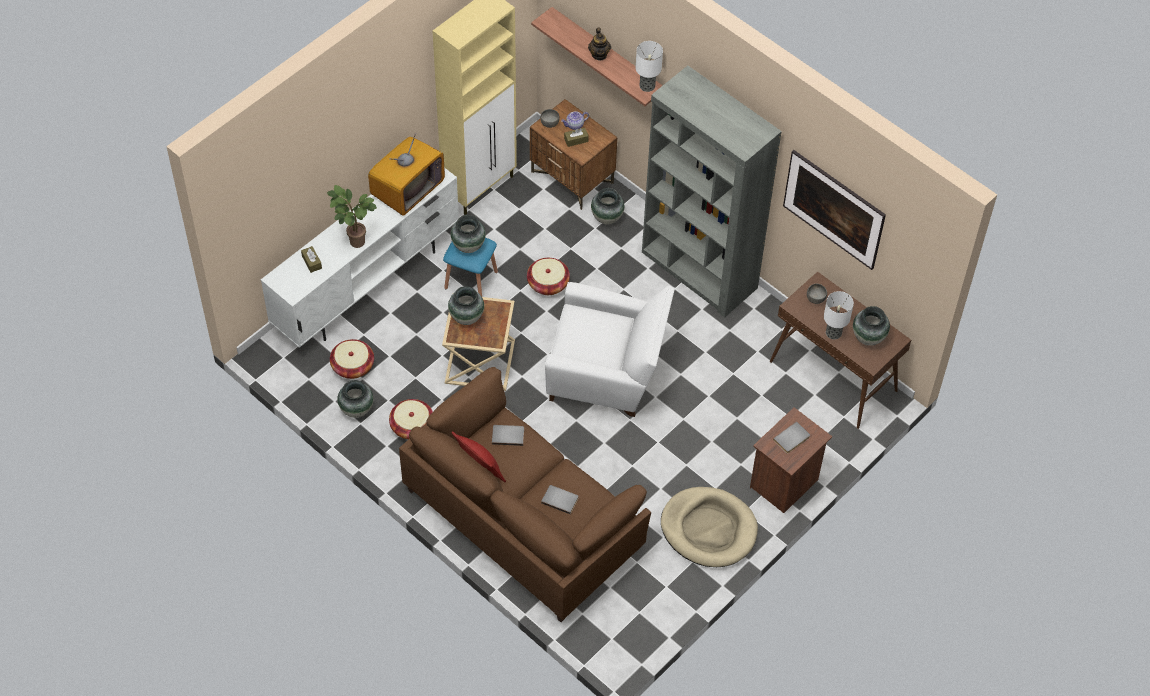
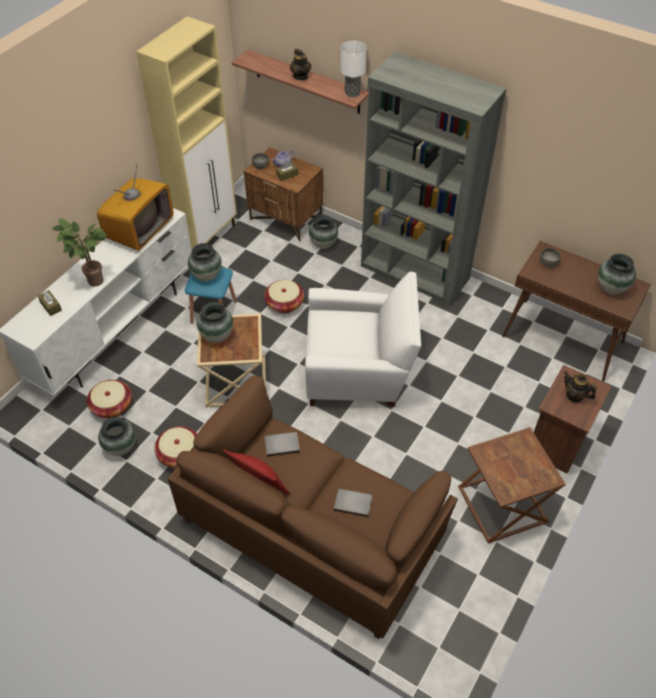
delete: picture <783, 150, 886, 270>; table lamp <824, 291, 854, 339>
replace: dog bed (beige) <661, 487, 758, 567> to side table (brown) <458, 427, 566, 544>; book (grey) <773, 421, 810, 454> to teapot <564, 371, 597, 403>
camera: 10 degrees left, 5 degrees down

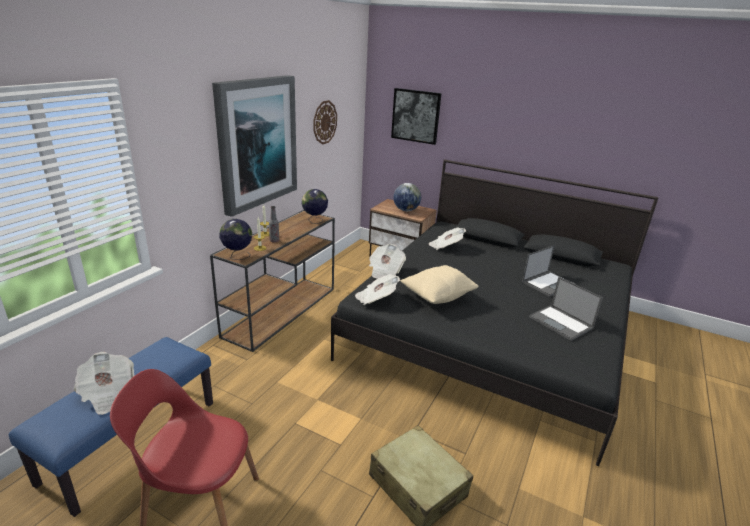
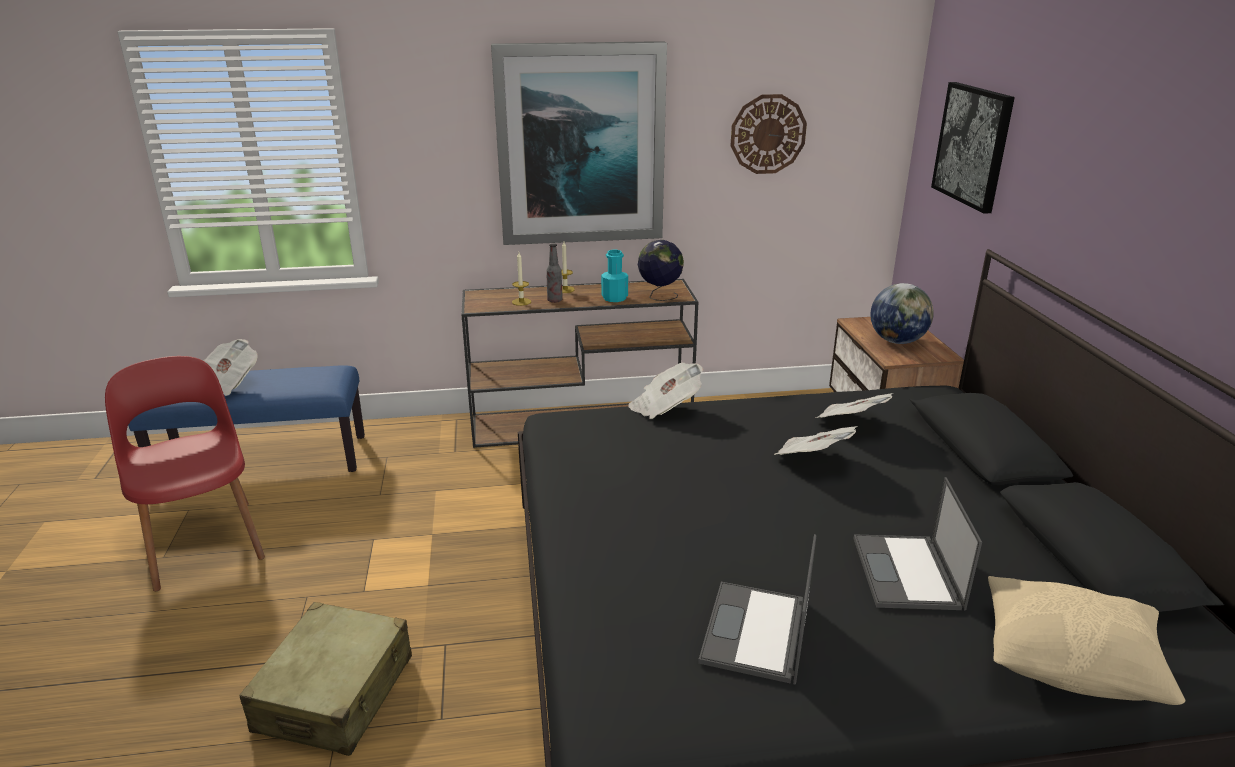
delete: globe <219, 219, 252, 260>
insert: bottle (turquoise) <601, 250, 628, 302>
move: newspaper <355, 274, 400, 305> to <774, 426, 858, 455>; pillow (beige) <400, 265, 479, 304> to <988, 576, 1185, 705>
rotate: laptop <522, 245, 576, 297> = <853, 477, 982, 610> 75 degrees clockwise
camera: 55 degrees right, 0 degrees up

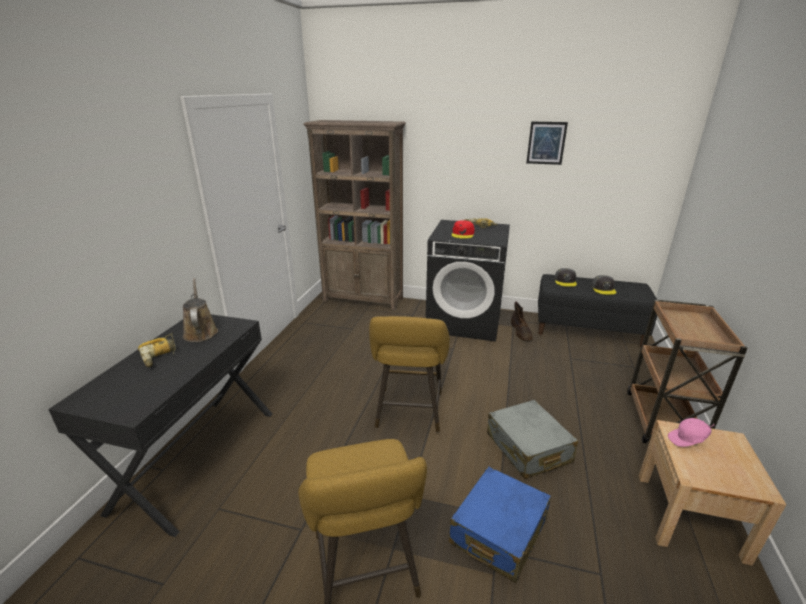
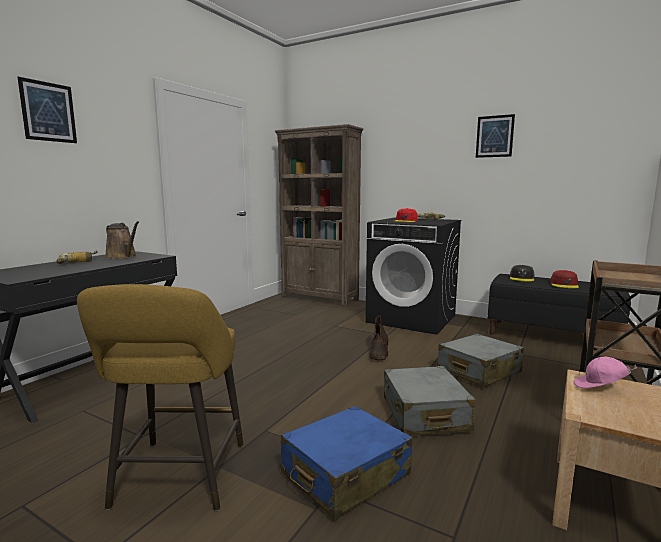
delete: stool (yellow) <369, 316, 450, 433>
insert: picture <17, 77, 77, 143>; suitcase (grey) <437, 334, 524, 387>
move: boot (brown) <511, 301, 533, 341> to <370, 315, 388, 360>
recolor: cap (grey) <591, 275, 616, 295> to cap (red) <550, 270, 579, 288>
rotate: watering can (brown) <183, 278, 218, 342> = <105, 221, 139, 259> 135 degrees clockwise
camera: 15 degrees right, 15 degrees down

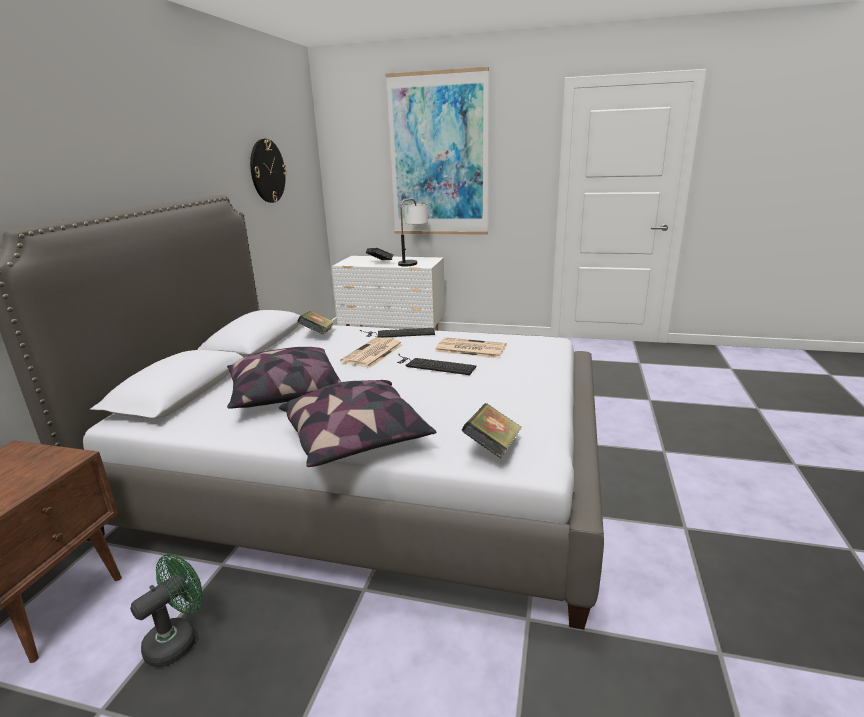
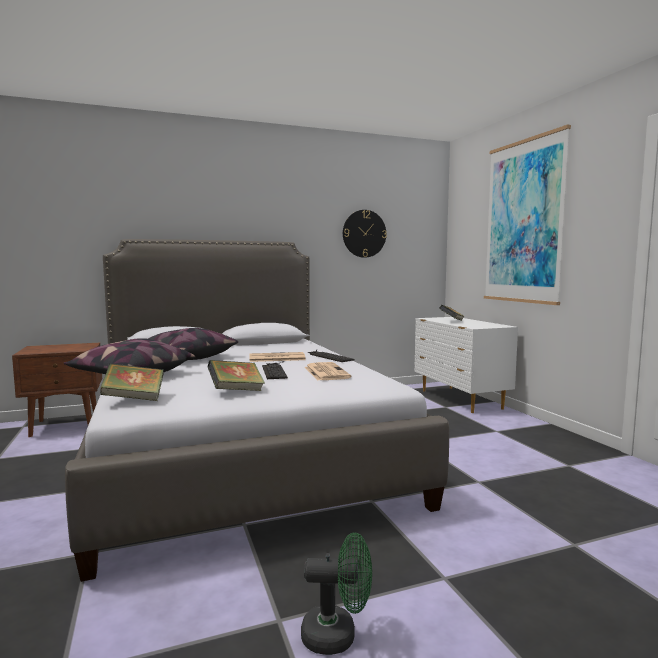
delete: table lamp <398, 199, 428, 266>
move: fan (green) <130, 554, 203, 667> to <301, 532, 372, 655>; book <297, 311, 334, 334> to <207, 360, 265, 391>
camera: 55 degrees right, 15 degrees down

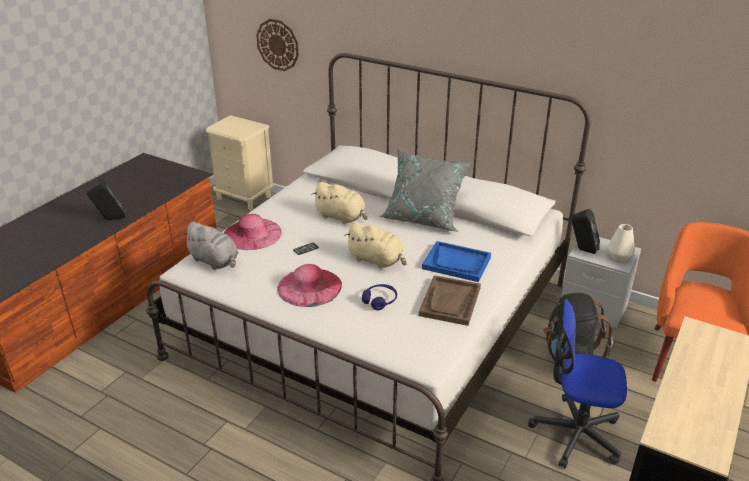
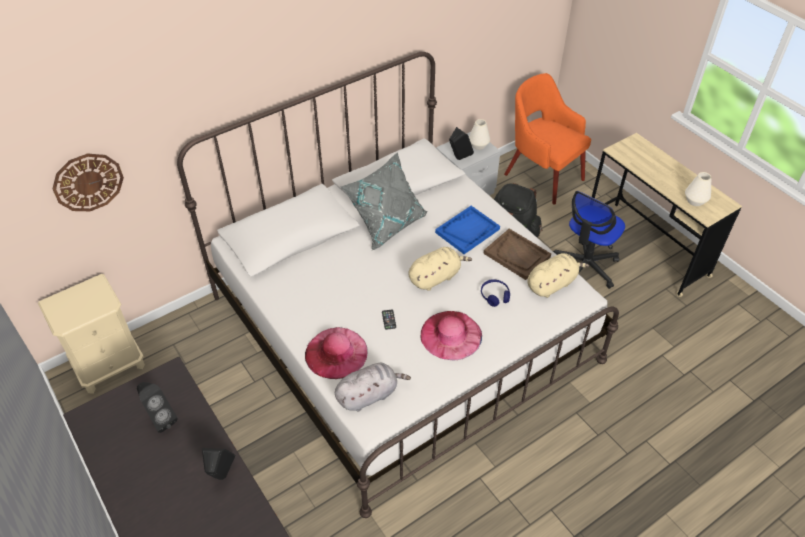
insert: speaker (black) <137, 382, 178, 433>; vase (white) <685, 172, 711, 206>
move: plush toy (beige) <312, 182, 368, 224> to <527, 253, 589, 298>
camera: 65 degrees left, 15 degrees up

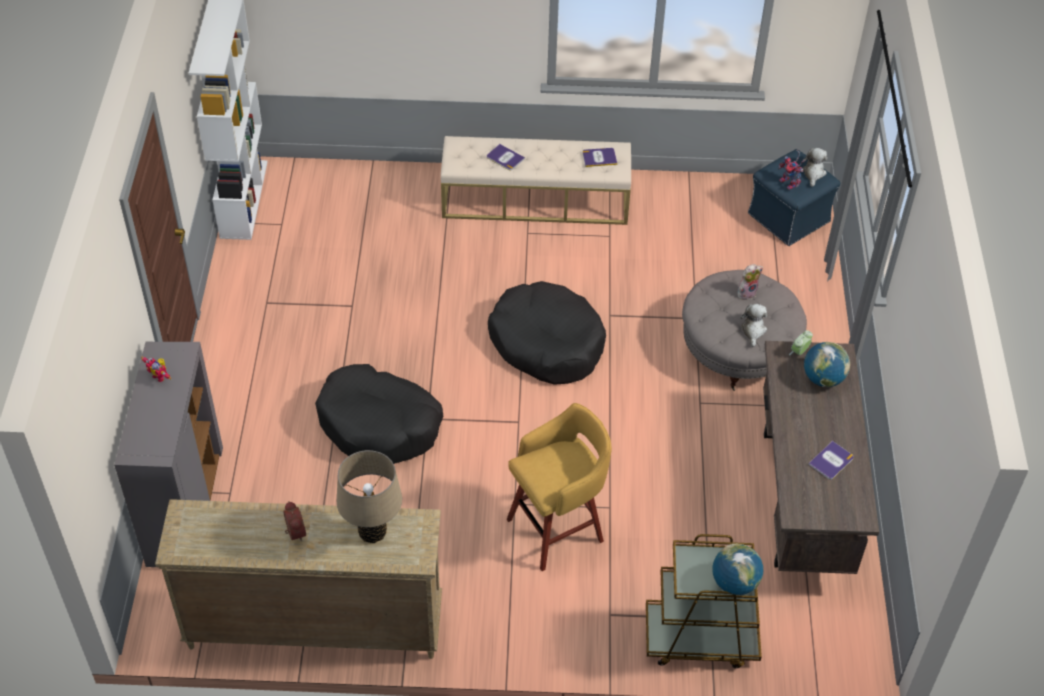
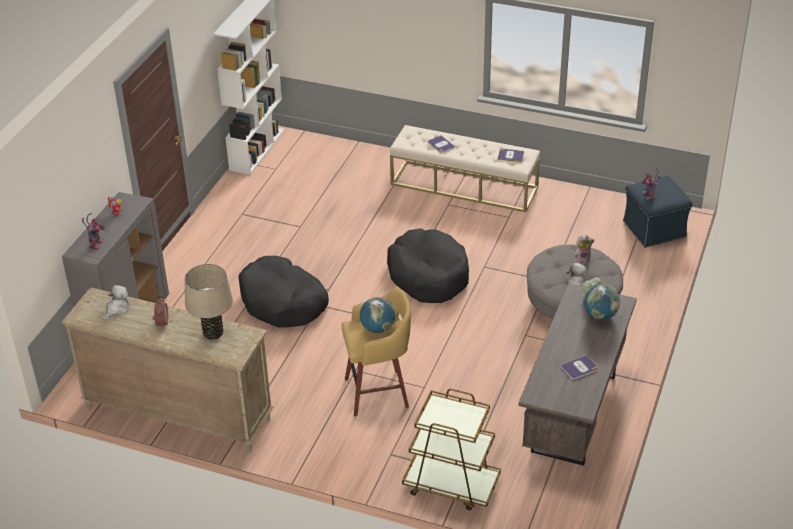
insert: toy robot <82, 213, 105, 250>
move: globe <712, 544, 763, 595> to <360, 297, 395, 333>; plush toy <802, 148, 827, 187> to <102, 285, 129, 320>
camera: 20 degrees right, 10 degrees down

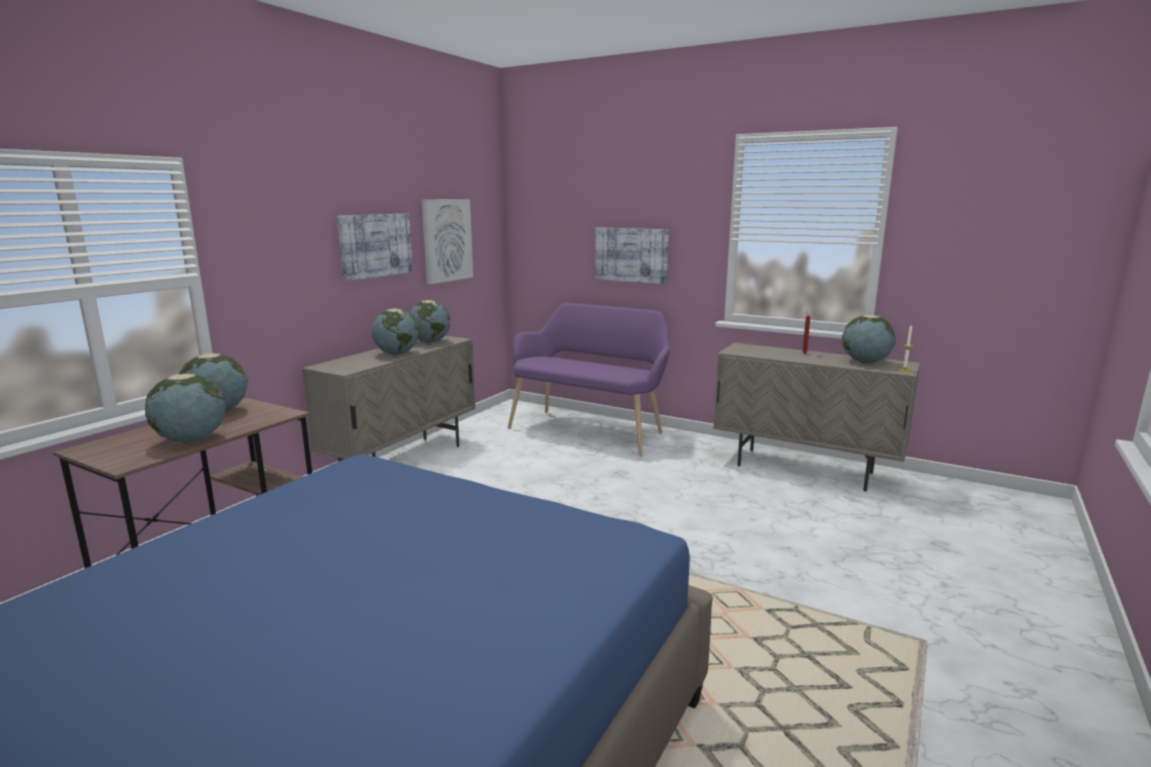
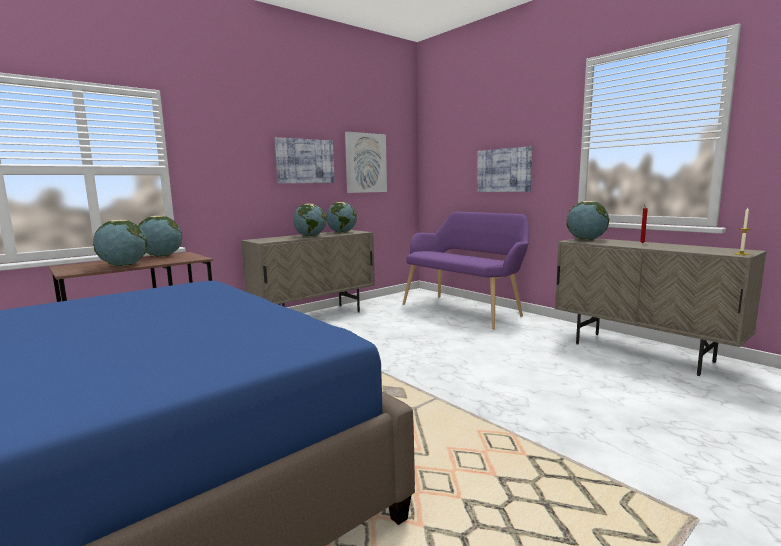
move: globe <842, 315, 895, 363> to <566, 201, 609, 240>
camera: 20 degrees right, 5 degrees down

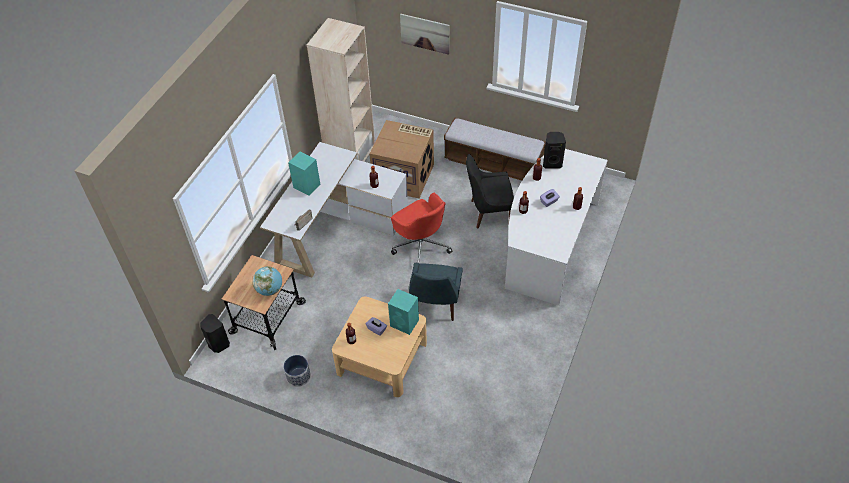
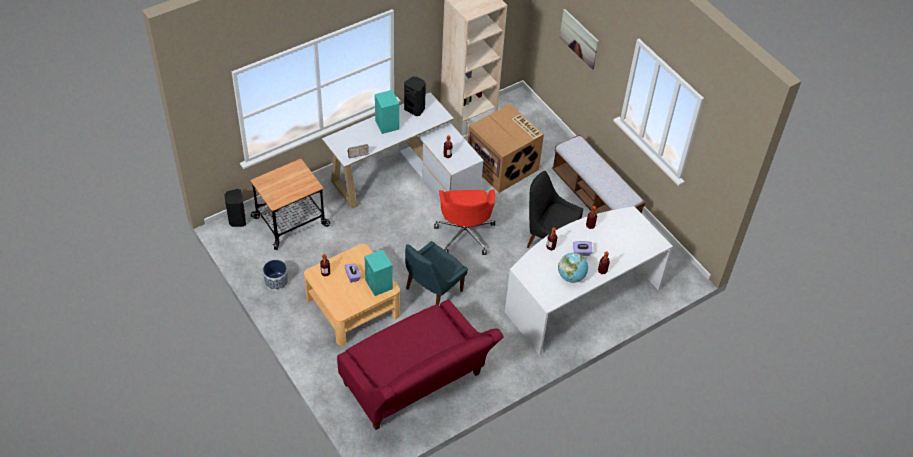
insert: sofa (red) <337, 300, 504, 430>
move: globe <252, 266, 282, 296> to <558, 253, 588, 283>; speaker (black) <543, 132, 566, 169> to <404, 77, 426, 116>
camera: 30 degrees right, 0 degrees up

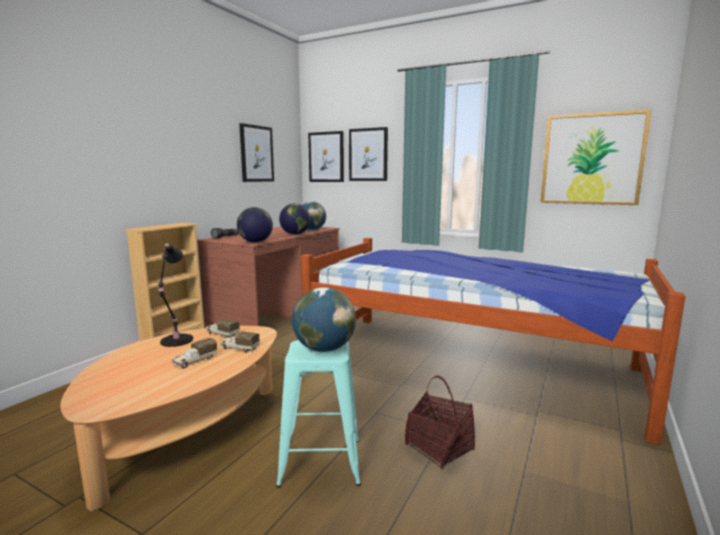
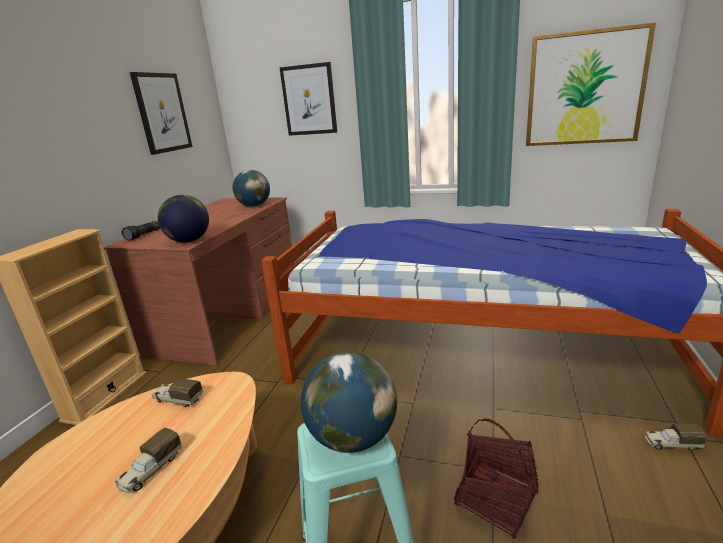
delete: table lamp (black) <158, 243, 193, 347>; globe <279, 203, 311, 235>; picture <308, 131, 344, 182>
move: toy truck <220, 332, 260, 352> to <644, 424, 707, 451>
camera: 10 degrees left, 10 degrees up

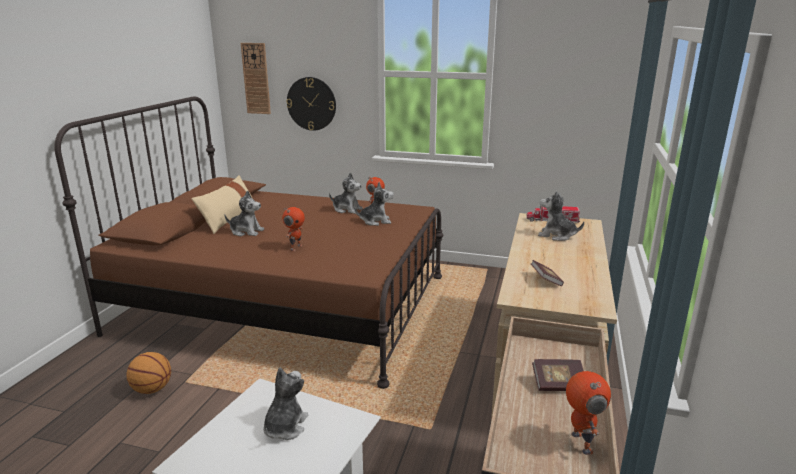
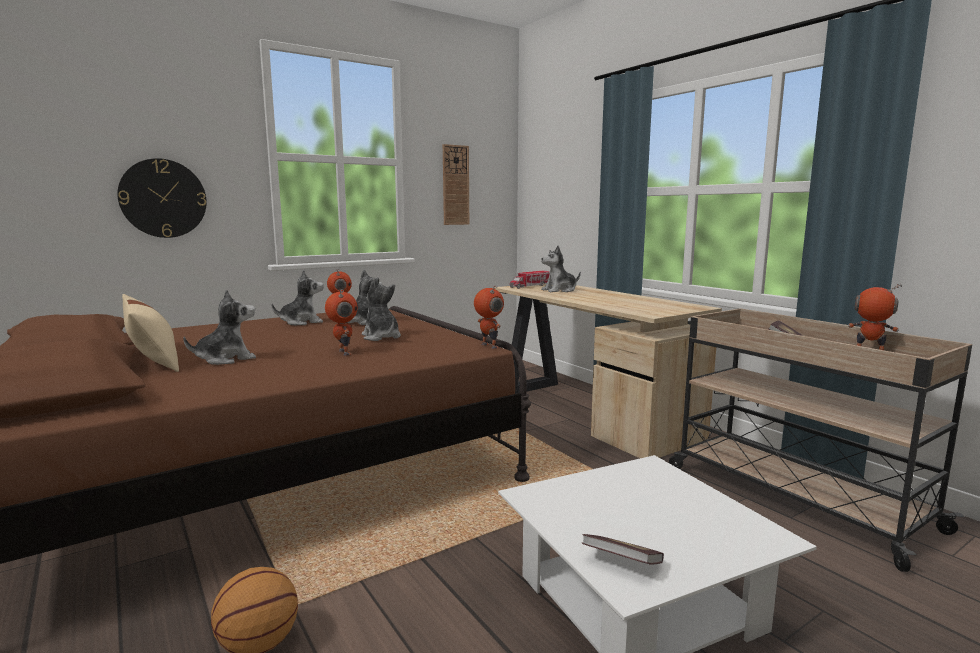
insert: toy robot <474, 285, 504, 349>
move: wall clock <241, 43, 271, 114> to <443, 144, 469, 225>; plush toy <263, 368, 308, 440> to <362, 278, 401, 341>; book <531, 260, 564, 286> to <582, 534, 664, 564>
camera: 50 degrees left, 10 degrees down

